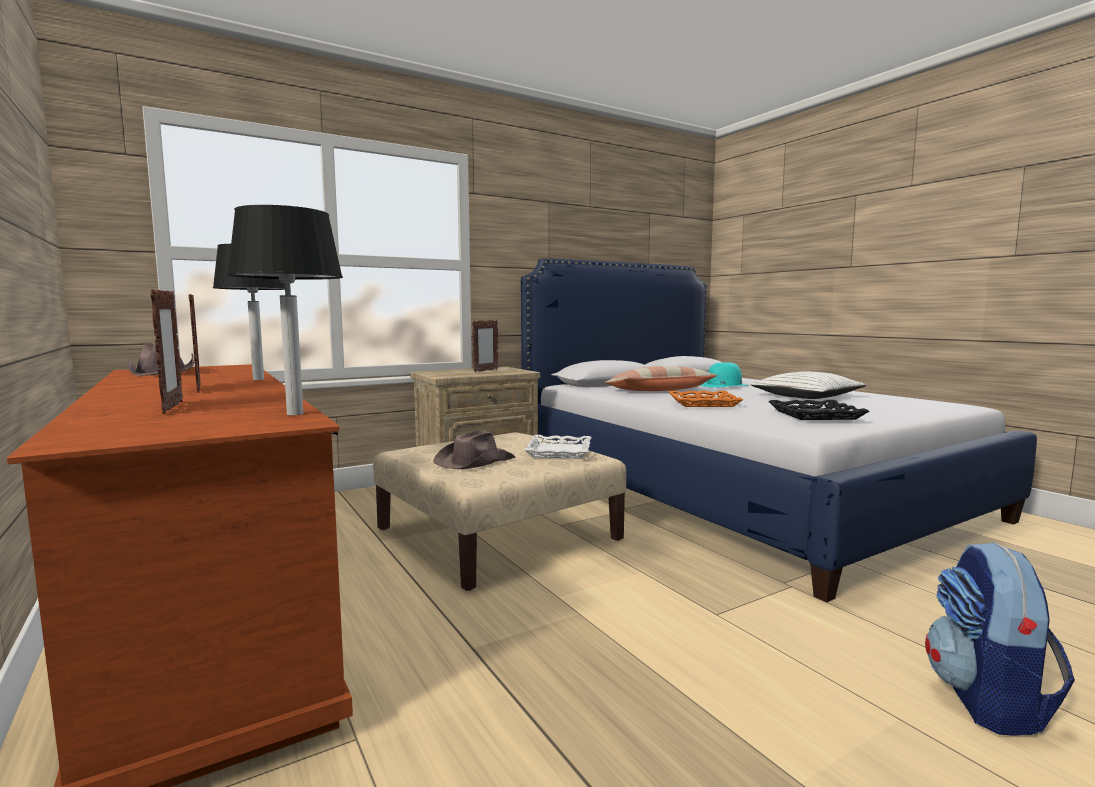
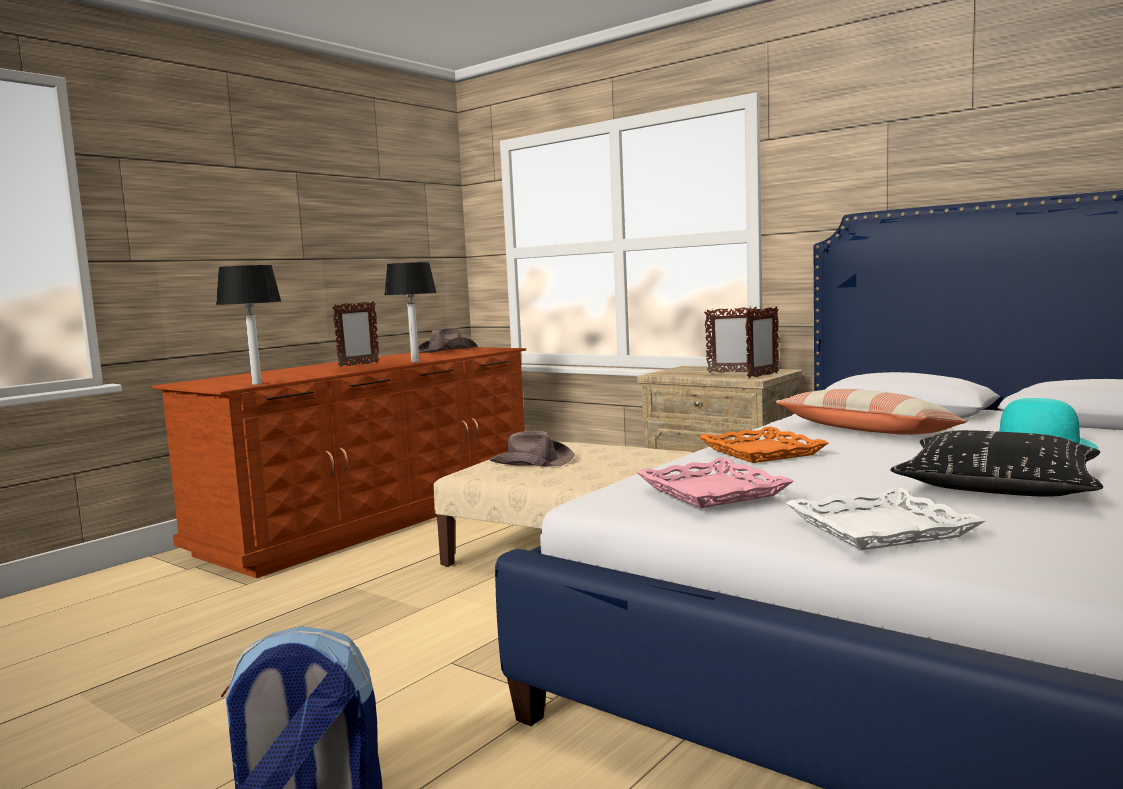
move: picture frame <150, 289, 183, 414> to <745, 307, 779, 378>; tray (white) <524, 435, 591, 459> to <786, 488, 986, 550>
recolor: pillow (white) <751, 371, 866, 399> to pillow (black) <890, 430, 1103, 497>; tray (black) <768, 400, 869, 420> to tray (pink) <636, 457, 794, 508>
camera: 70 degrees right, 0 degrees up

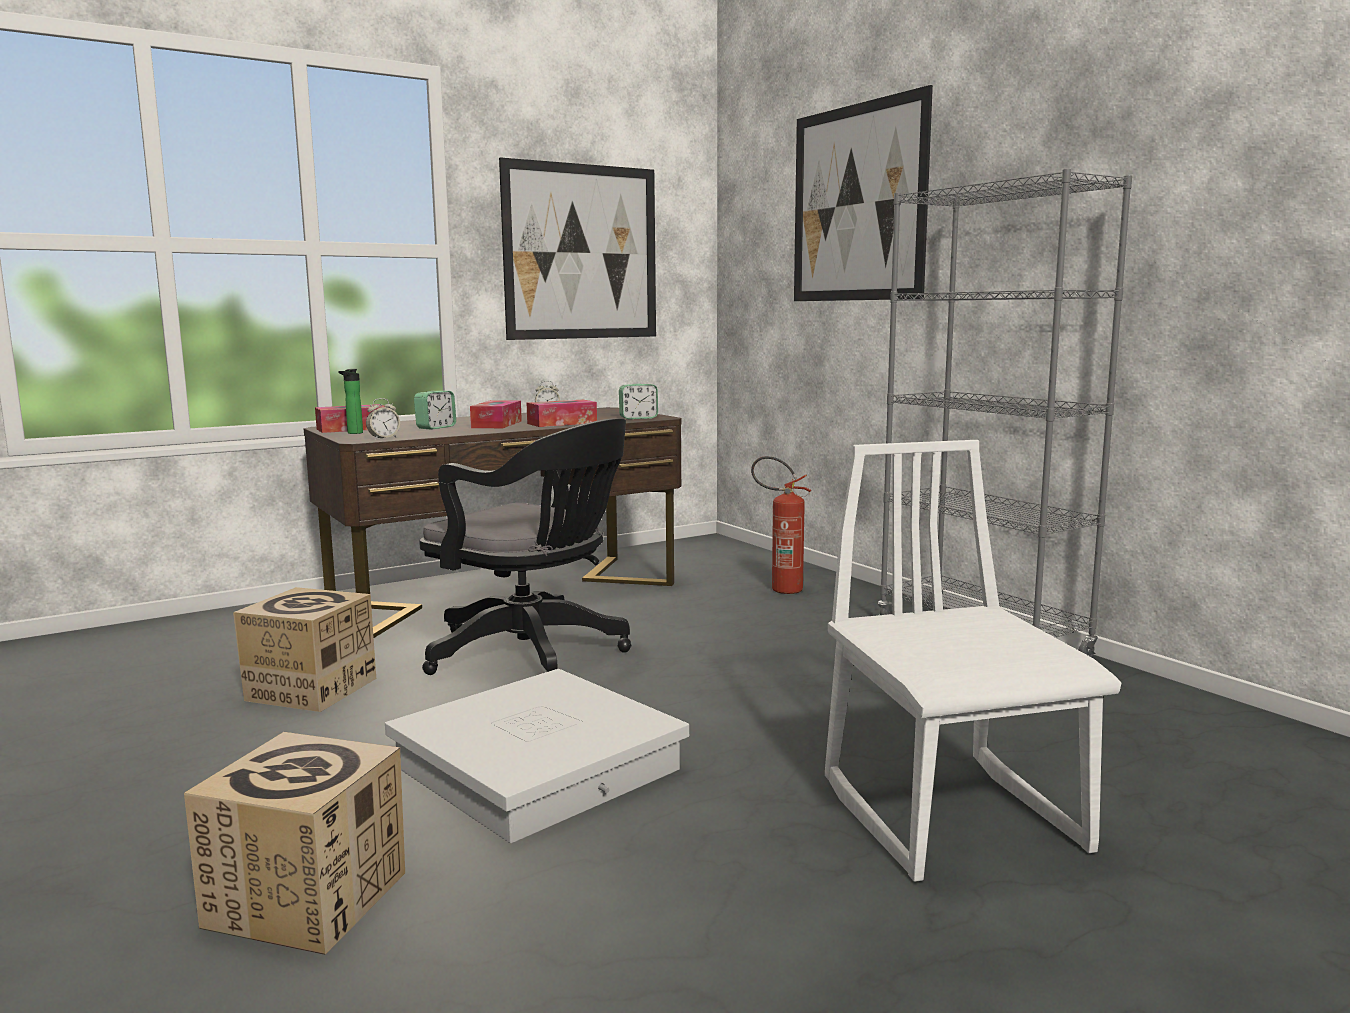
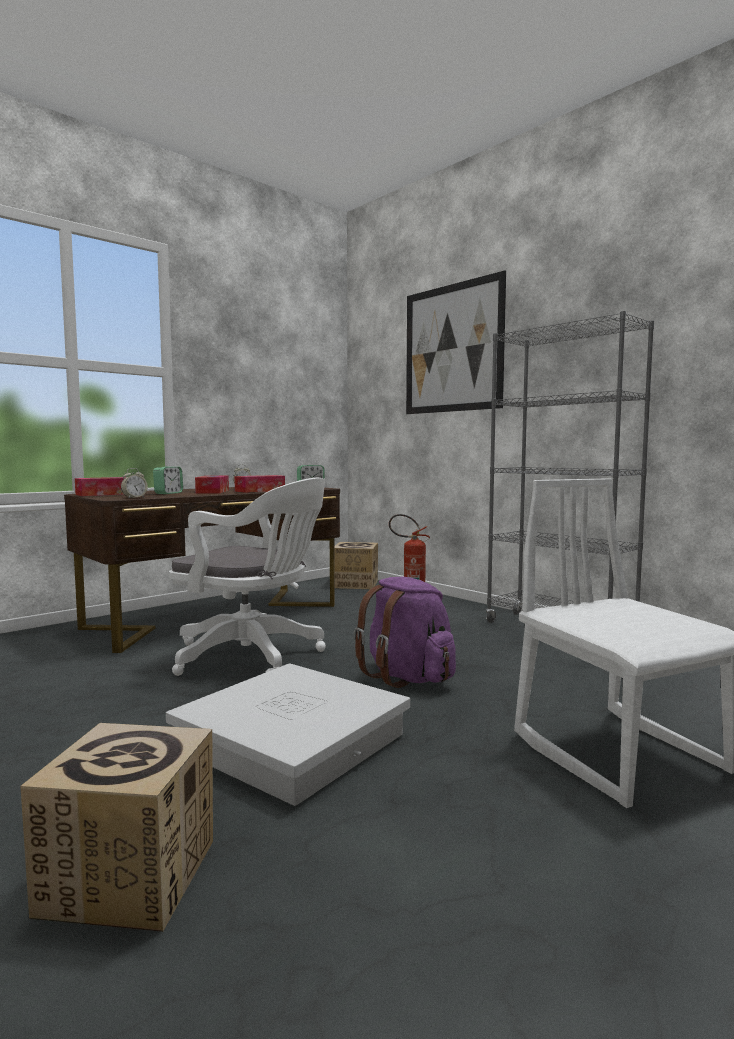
delete: bottle <338, 369, 363, 434>; picture <499, 157, 656, 340>
insert: backpack (purple) <354, 577, 456, 688>
move: cardboard box <233, 587, 376, 712> to <334, 542, 378, 589>
recolor: office chair (black) <419, 418, 631, 675> to office chair (white) <169, 478, 326, 676>
camera: 10 degrees left, 5 degrees down

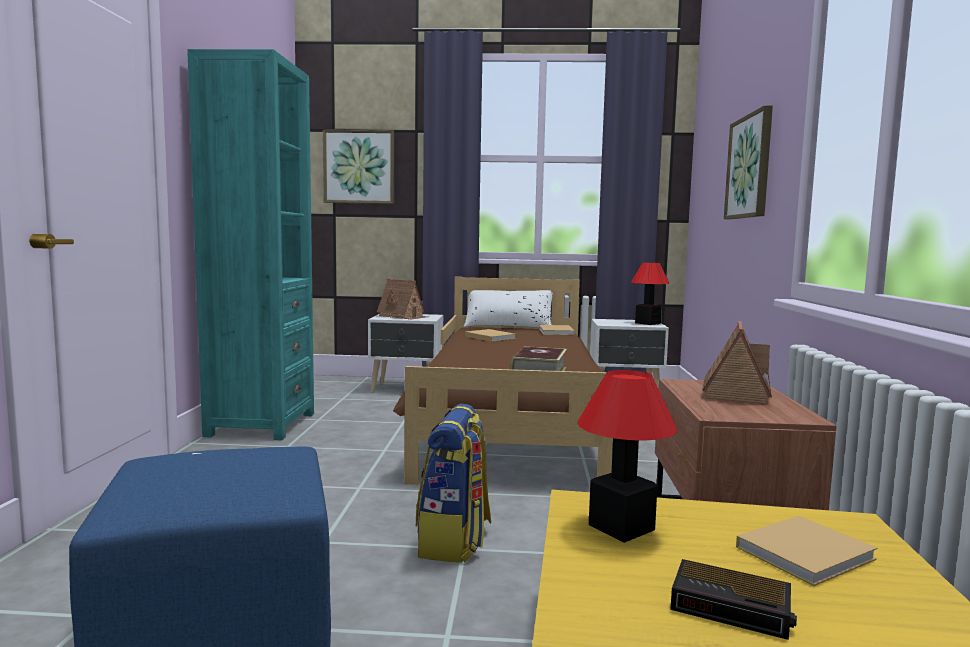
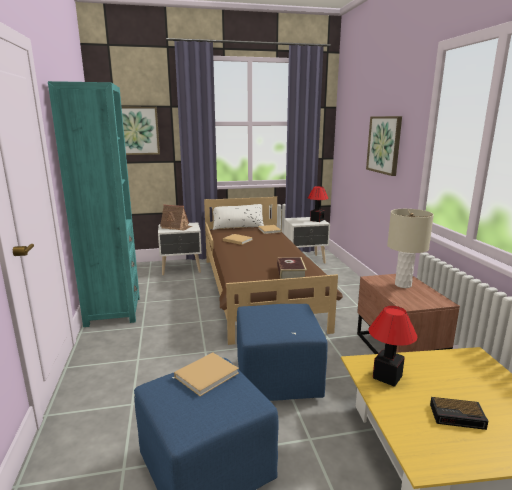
move: book (beige) <736, 516, 877, 586> to <174, 352, 239, 396>
replace: backpack <416, 404, 491, 563> to ottoman (blue) <237, 304, 327, 401>; toy house <702, 321, 772, 404> to table lamp (beige) <387, 209, 434, 288>
camera: 15 degrees left, 10 degrees up

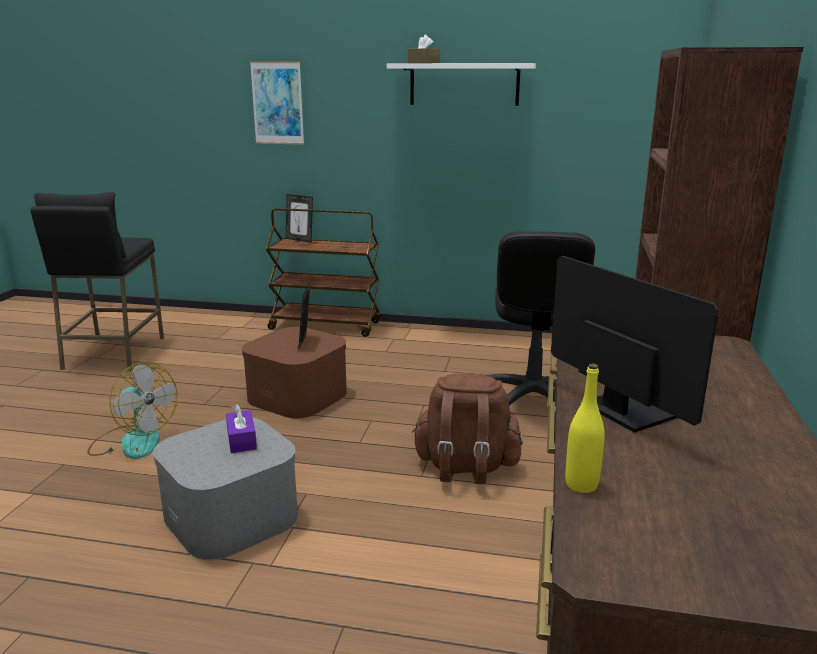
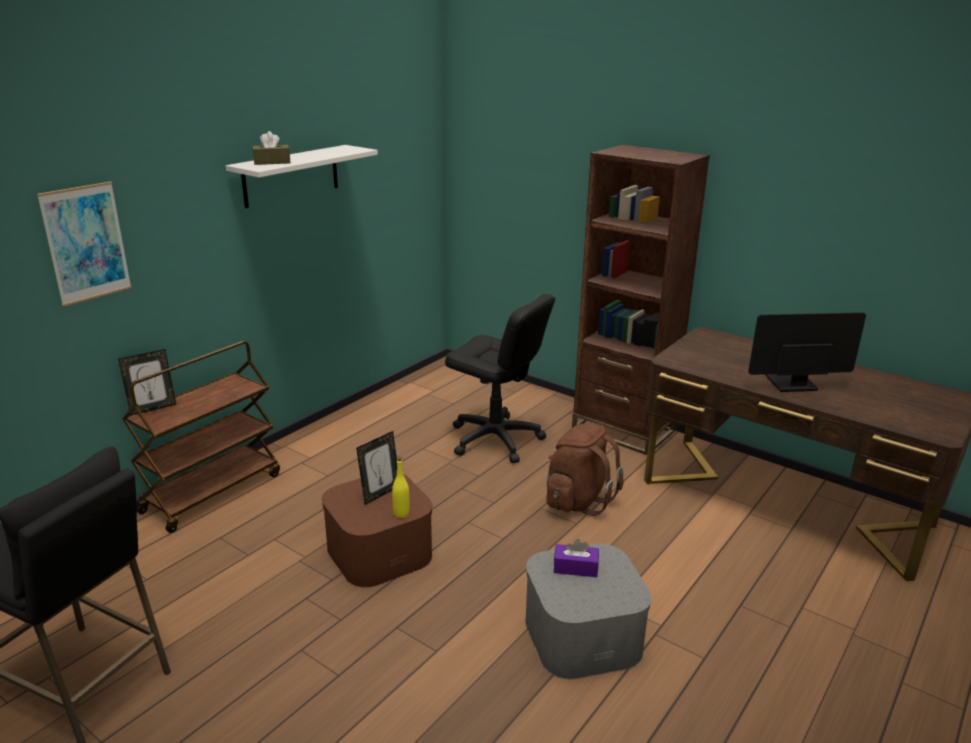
delete: fan <87, 362, 178, 459>
move: bottle (yellow) <565, 364, 605, 493> to <392, 458, 410, 518>
rotate: picture frame <298, 284, 310, 350> = <356, 431, 397, 505> 75 degrees counterclockwise
camera: 65 degrees left, 5 degrees up

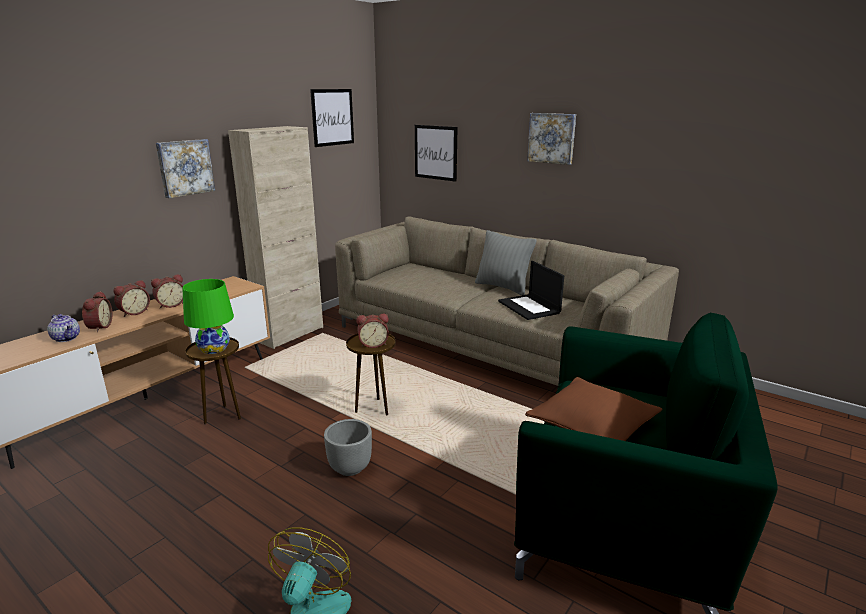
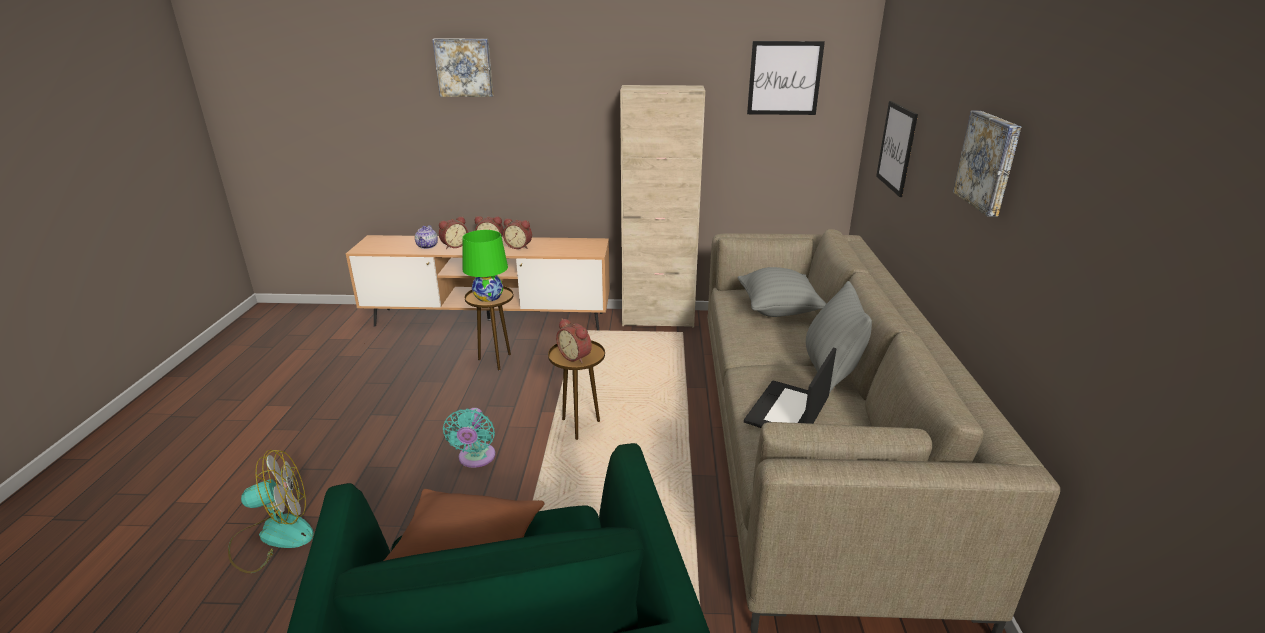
insert: pillow (grey) <737, 267, 827, 317>
move: picture <156, 139, 215, 198> to <432, 38, 493, 97>
replace: planter (grey) <324, 419, 372, 476> to fan (turquoise) <443, 408, 496, 468>
camera: 55 degrees right, 5 degrees up

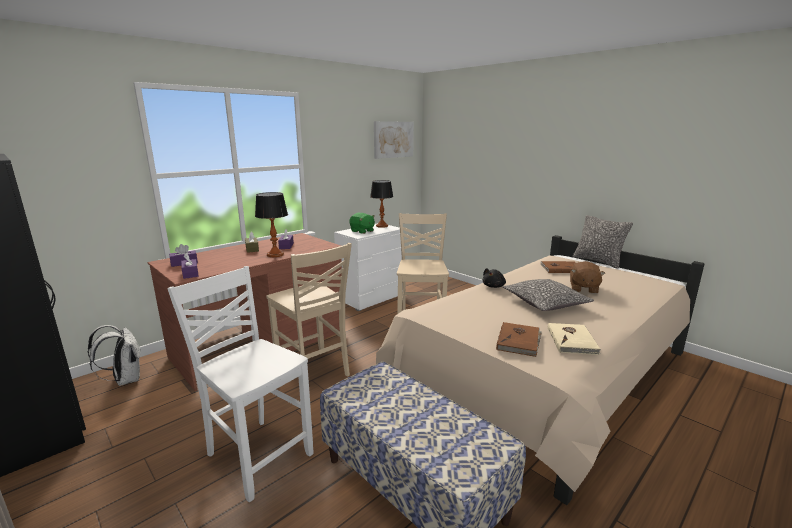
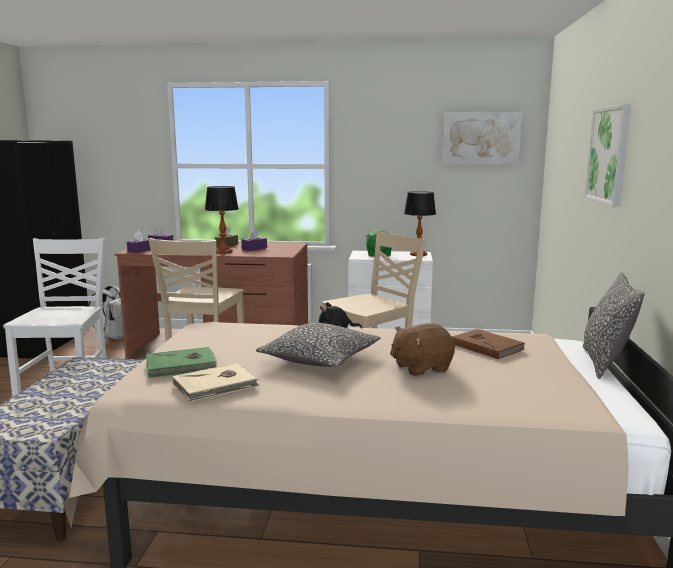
insert: picture <585, 104, 631, 206>
recolor: book (brown) <496, 322, 542, 357> to book (green) <146, 347, 218, 378>
camera: 50 degrees right, 5 degrees down

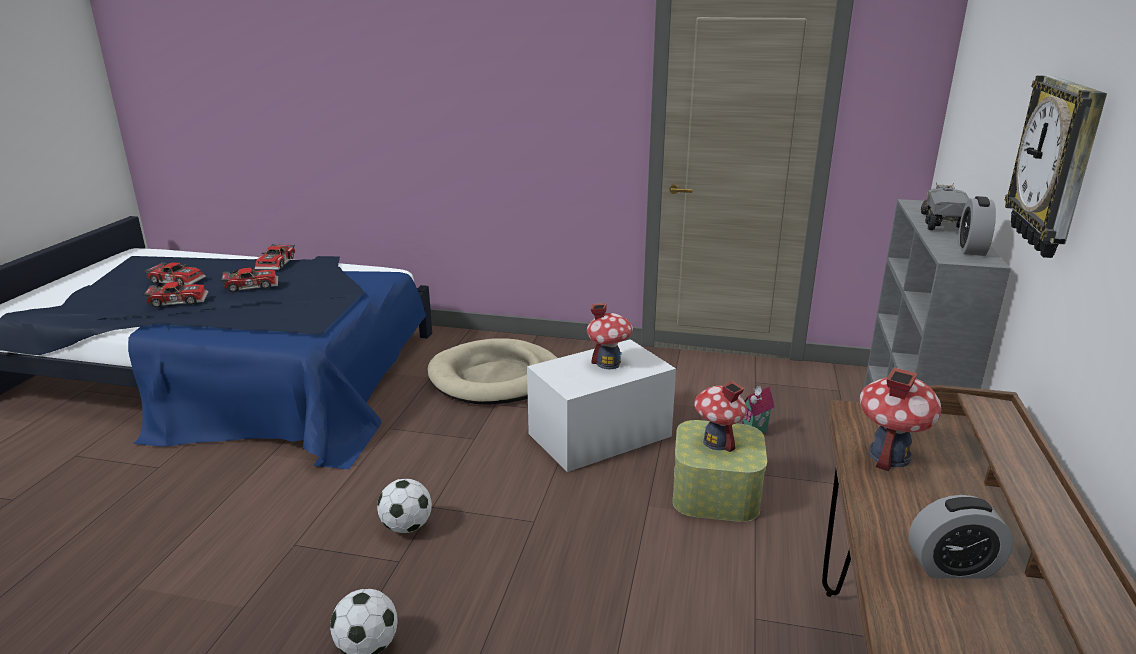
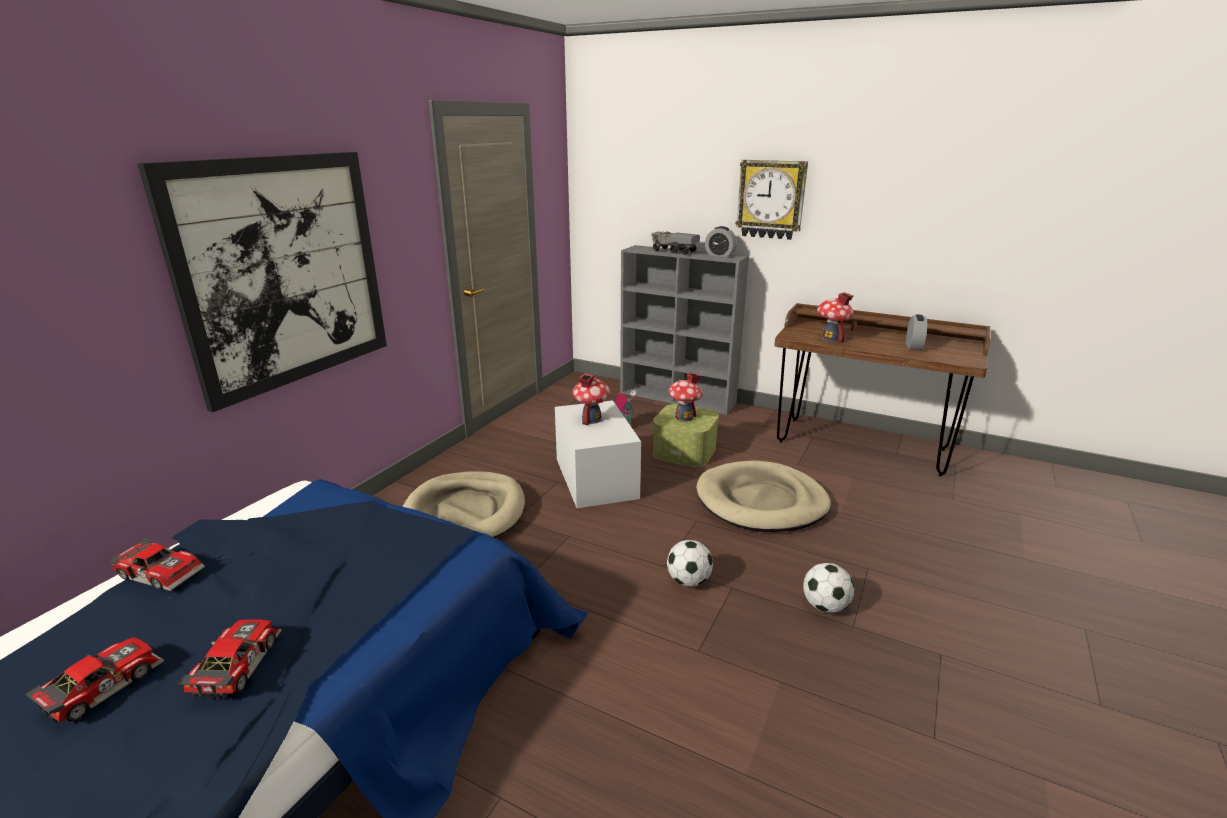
delete: toy car <221, 267, 278, 292>
insert: picture <137, 152, 387, 412>; dog bed (beige) <696, 461, 831, 532>
camera: 75 degrees left, 0 degrees up

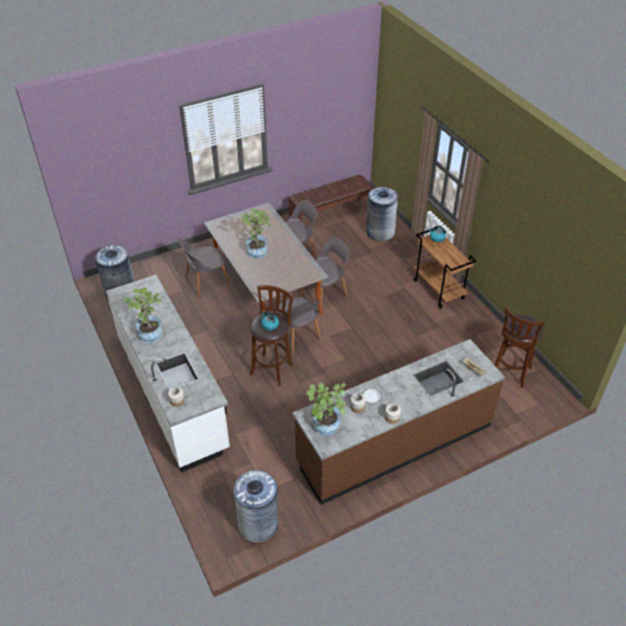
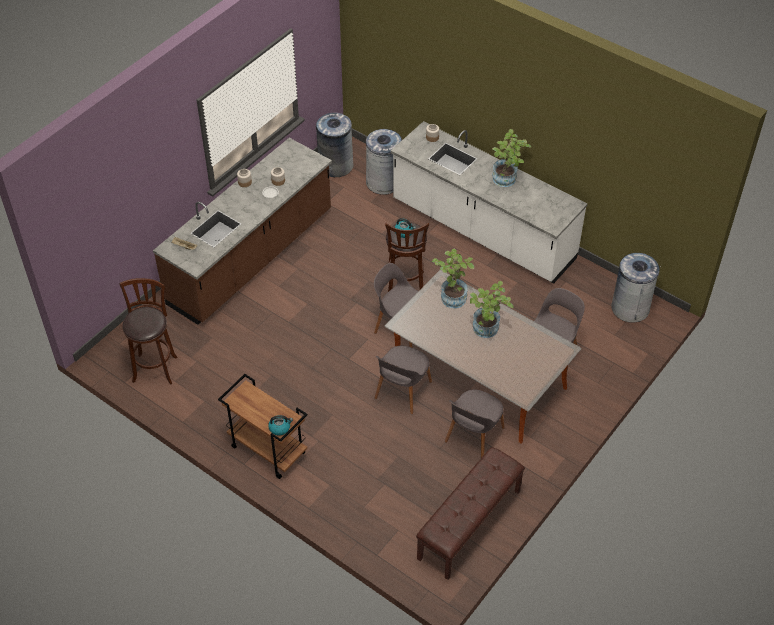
move: potted plant <306, 383, 346, 436> to <432, 249, 474, 309>; trash can (grey) <366, 187, 398, 241> to <366, 129, 402, 195>
camera: 155 degrees right, 5 degrees up

